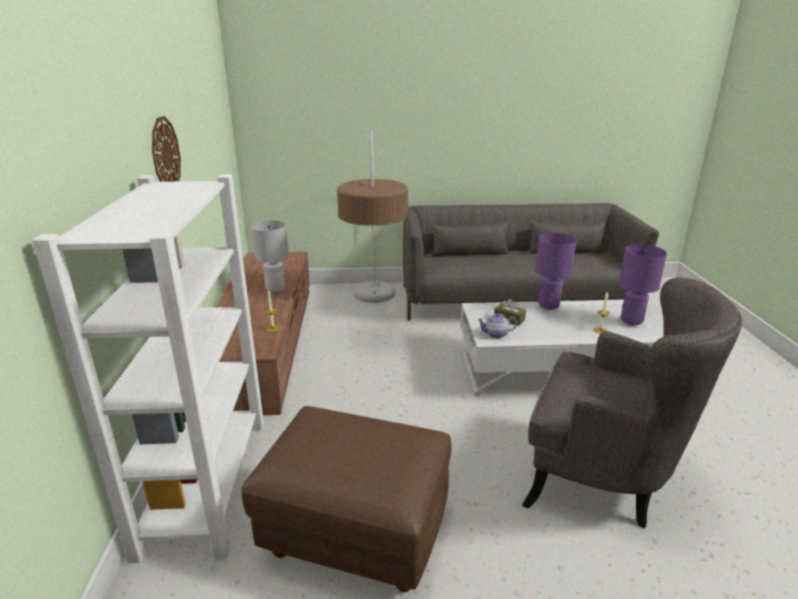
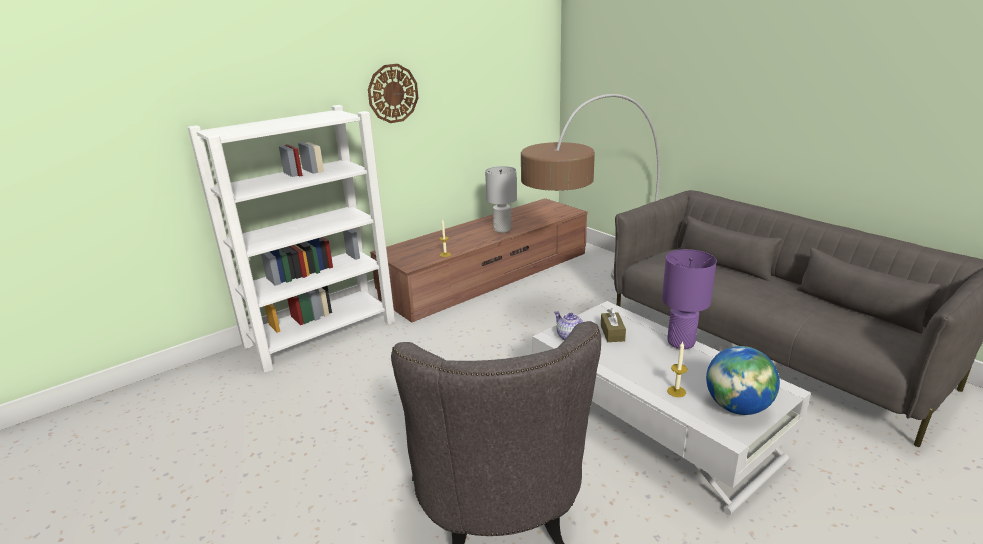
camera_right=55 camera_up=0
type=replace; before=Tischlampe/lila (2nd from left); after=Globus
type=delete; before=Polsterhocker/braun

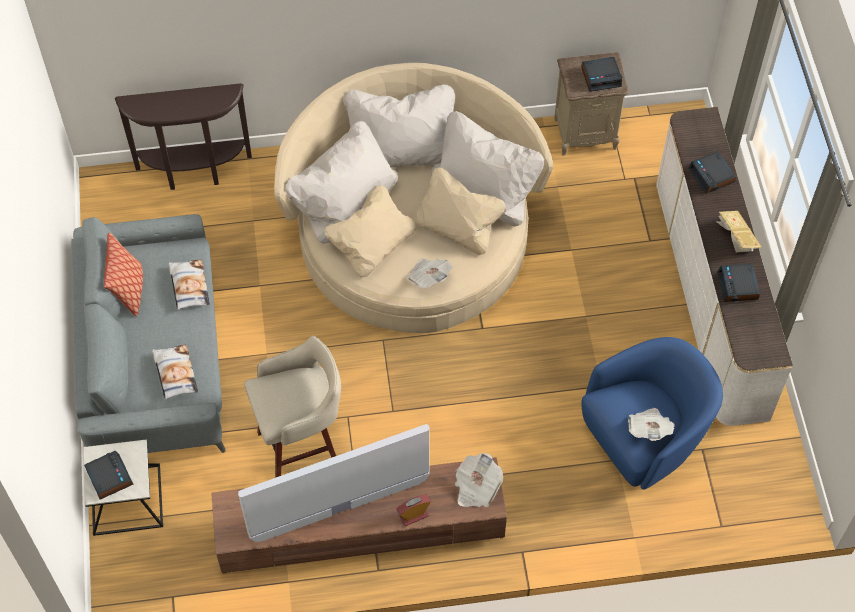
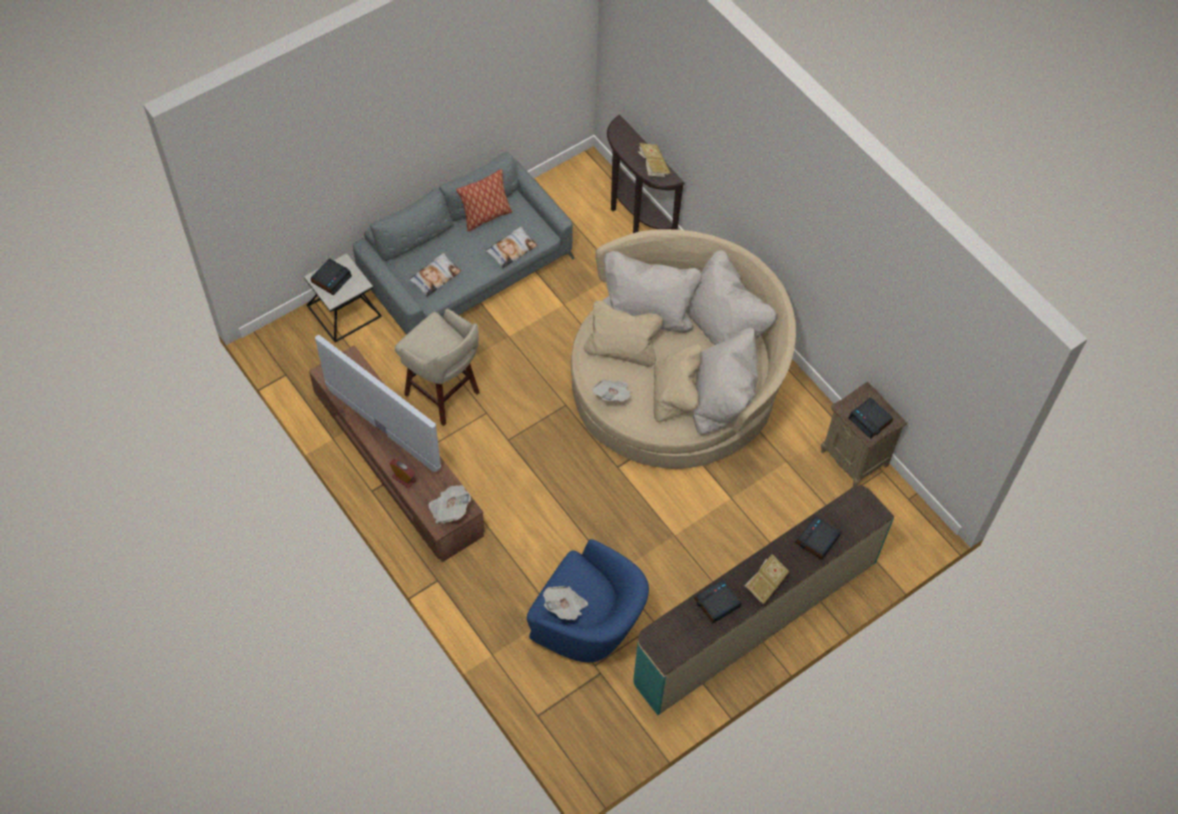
camera_right=60 camera_up=0
type=recolor; before=Schrank/weiß; after=Schrank/türkis
type=insert; after=Buch (1st from left)

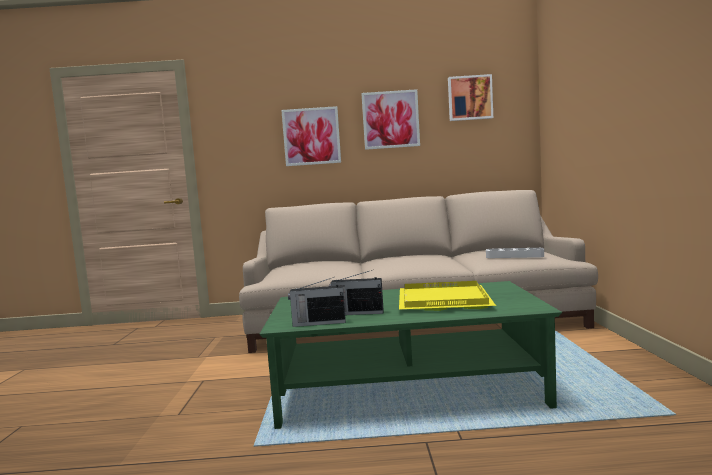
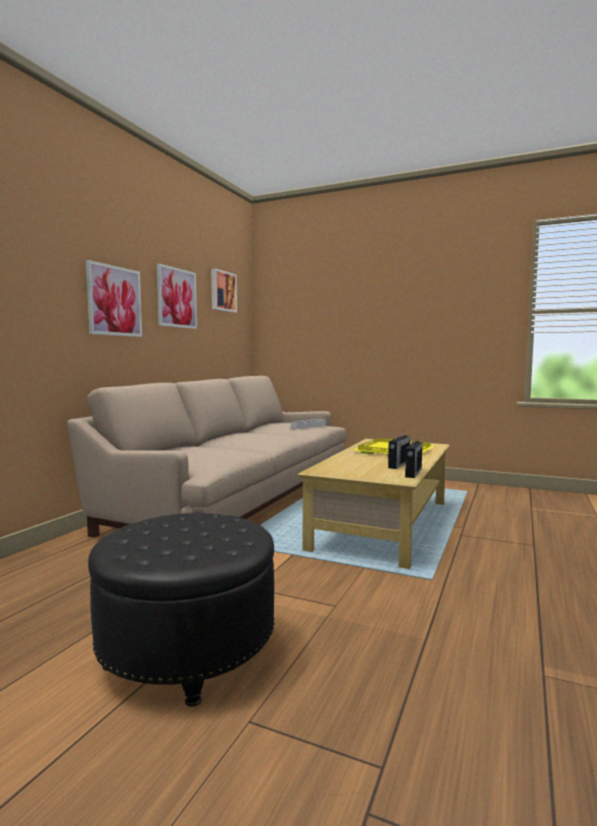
camera_right=-65 camera_up=0
type=recolor; before=Couchtisch/grün; after=Couchtisch/beige
type=insert; after=Polsterhocker/schwarz

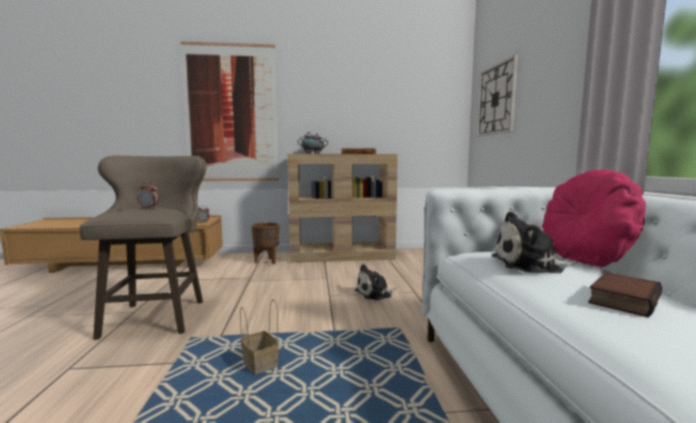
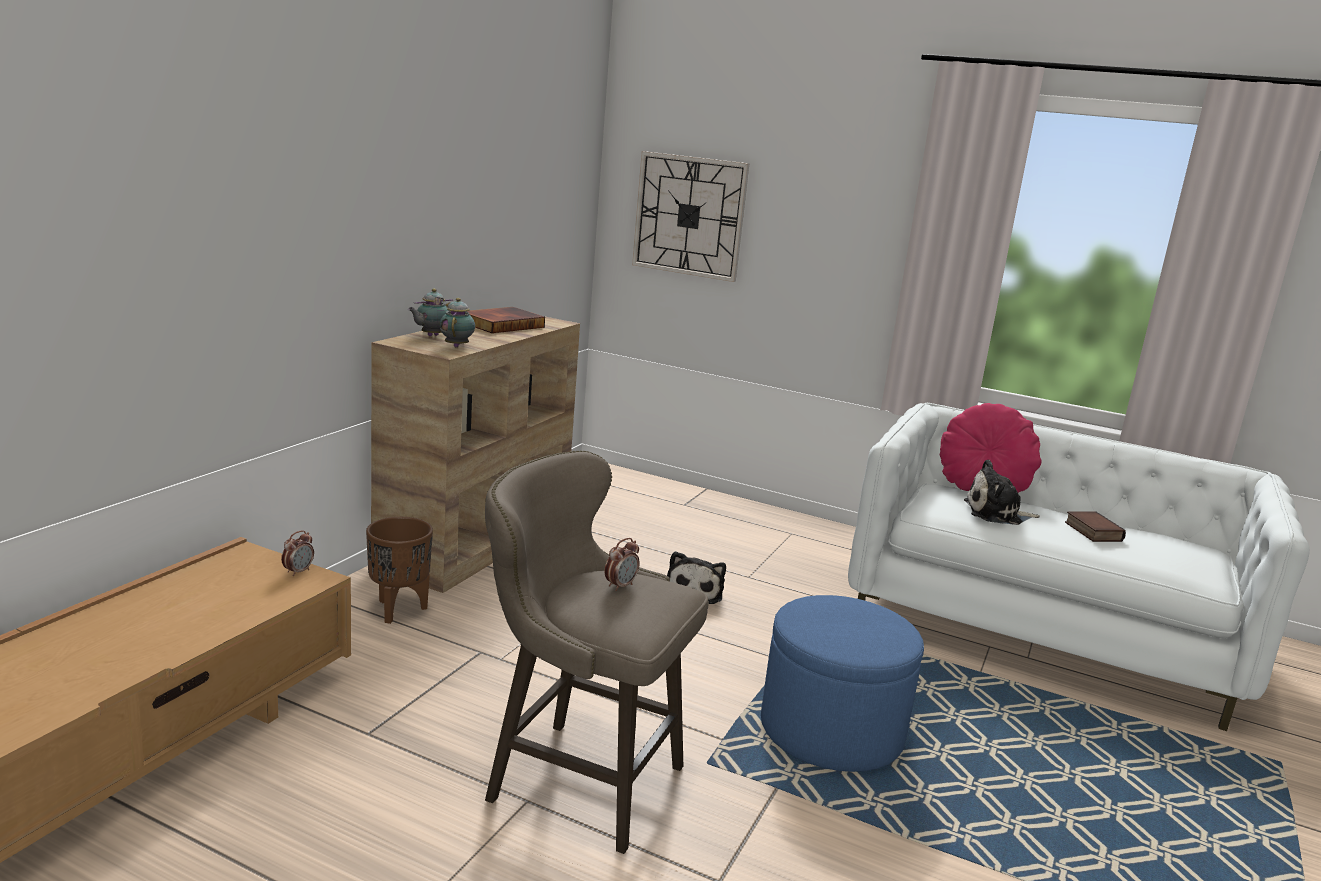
camera_right=-60 camera_up=10
type=delete; before=Bild
type=rotate; before=Plüschtier (2nd from left); turn=60
type=replace; before=Korb; after=Polsterhocker/blau

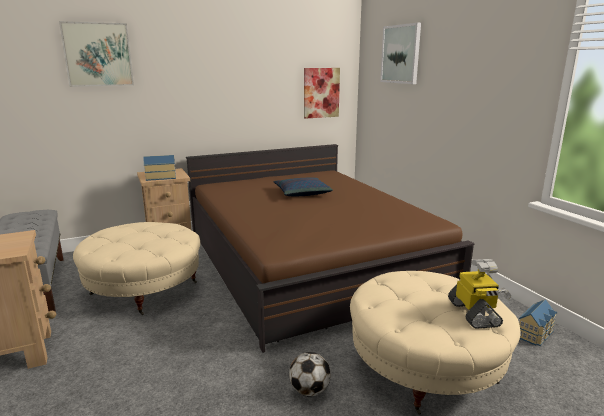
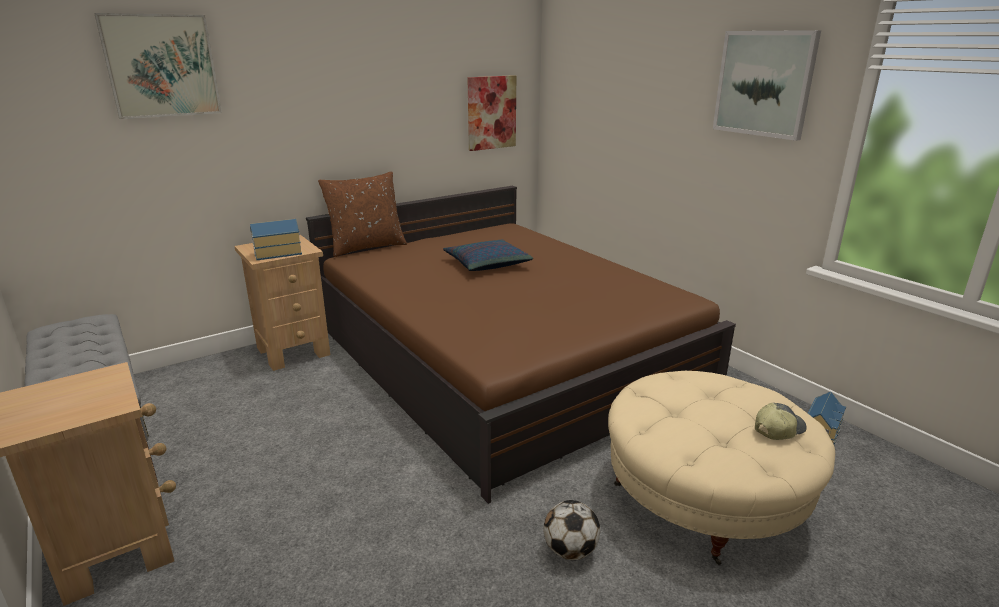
camera_right=-10 camera_up=5
type=move; before=Bild (3rd from left)
type=delete; before=Polsterhocker/beige (1st from left)
type=replace; before=Spielzeugroboter; after=Kappe
type=insert; after=Kissen/braun

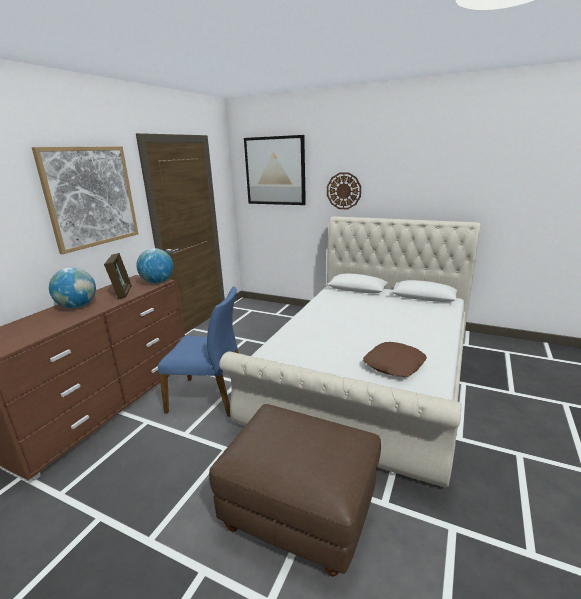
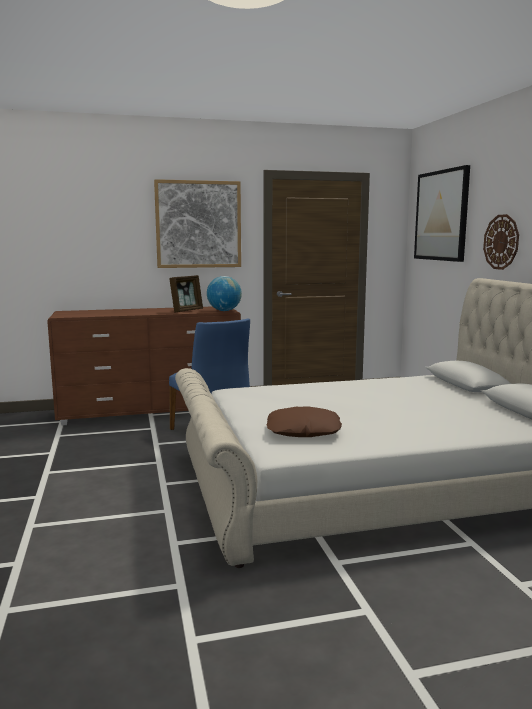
camera_right=50 camera_up=-10
type=delete; before=Globus (1st from left)
type=delete; before=Polsterhocker/braun

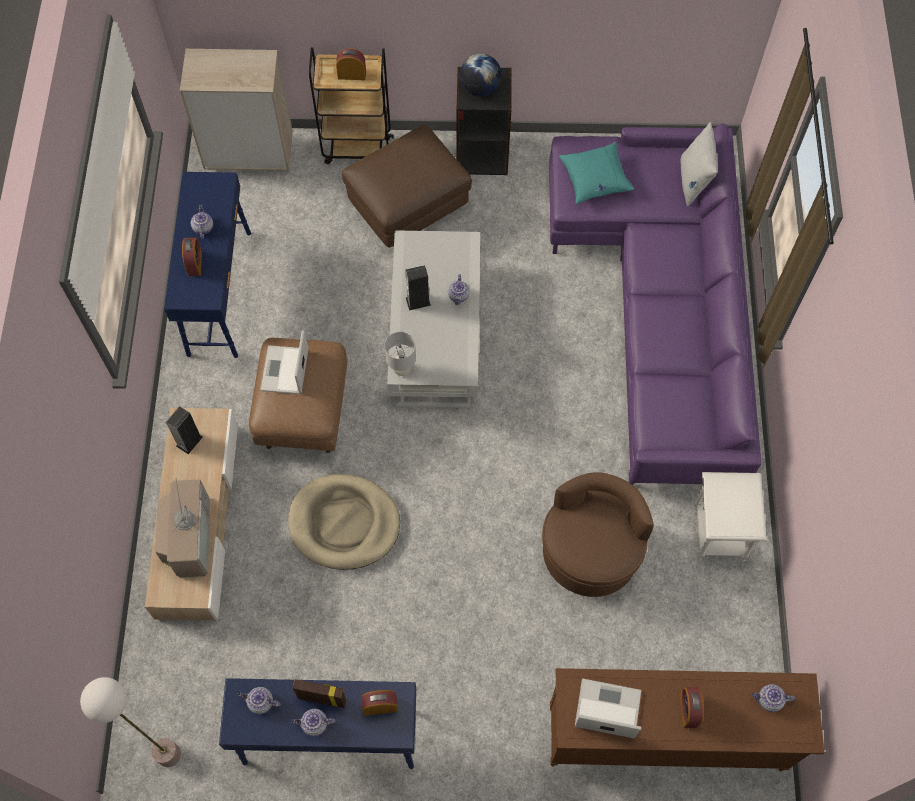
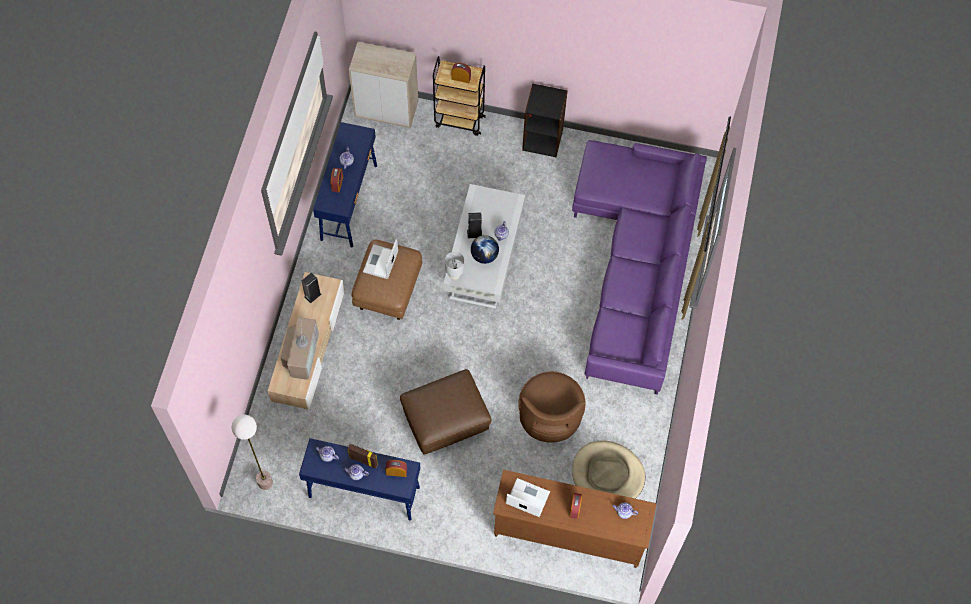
camera_right=10 camera_up=0
type=move; before=Globus
type=delete; before=Kissen/grau
type=move; before=Polsterhocker/braun (2nd from left)
type=delete; before=Kissen/türkis
type=rotate; before=Sessel/braun; turn=150
type=delete; before=Beistelltisch/weiß
type=move; before=Hundebett/beige

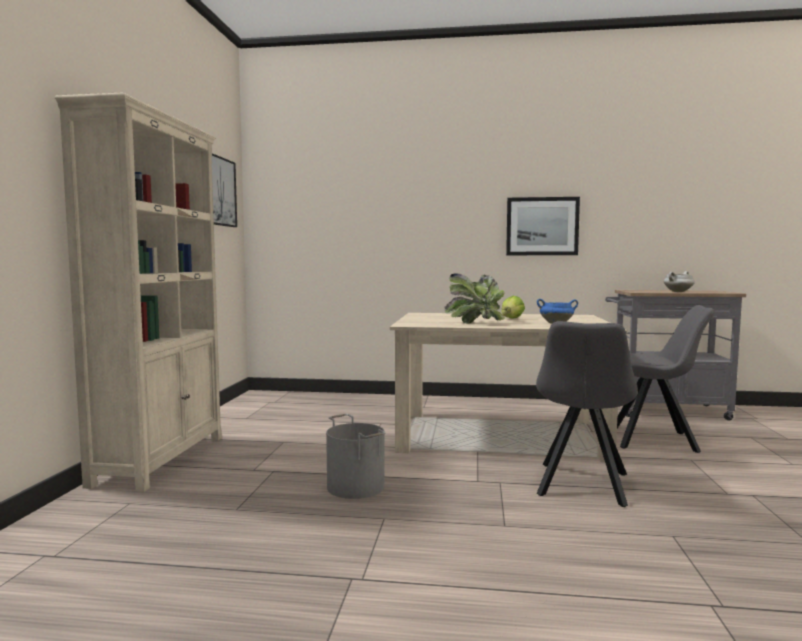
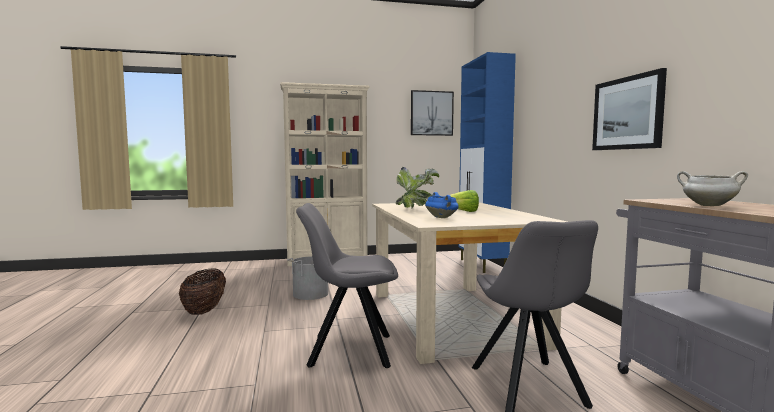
camera_right=70 camera_up=0
type=insert; after=Schrank/blau
type=insert; after=Korb

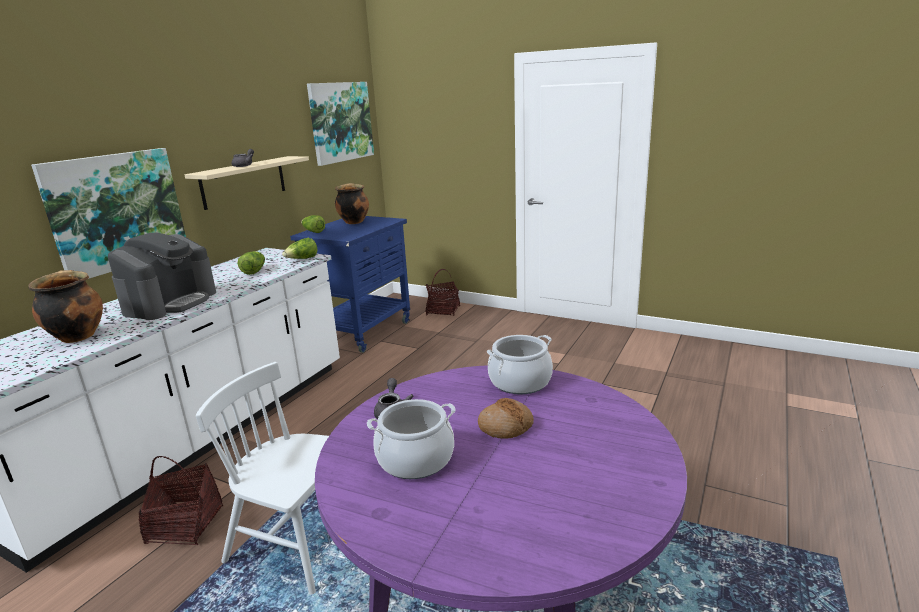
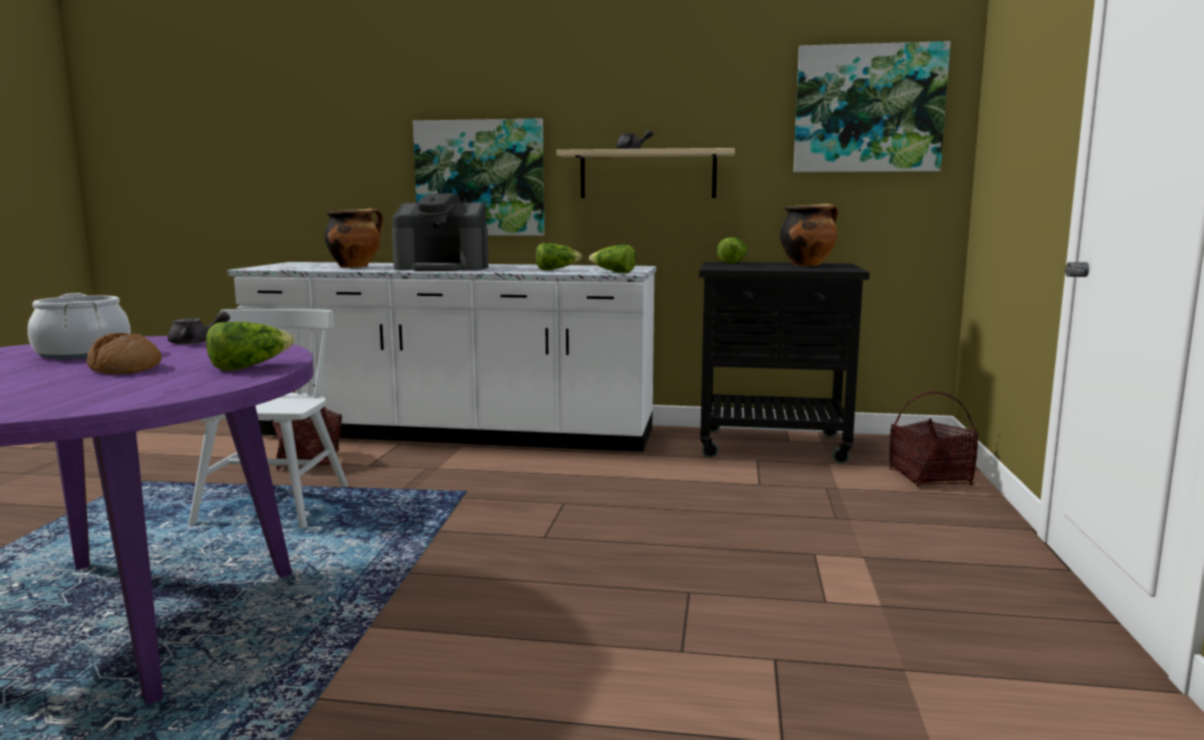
camera_right=70 camera_up=-10
type=recolor; before=Rollwagen/blau; after=Rollwagen/schwarz
type=replace; before=Kochtopf (4th from left); after=Salatkopf (1st from left)

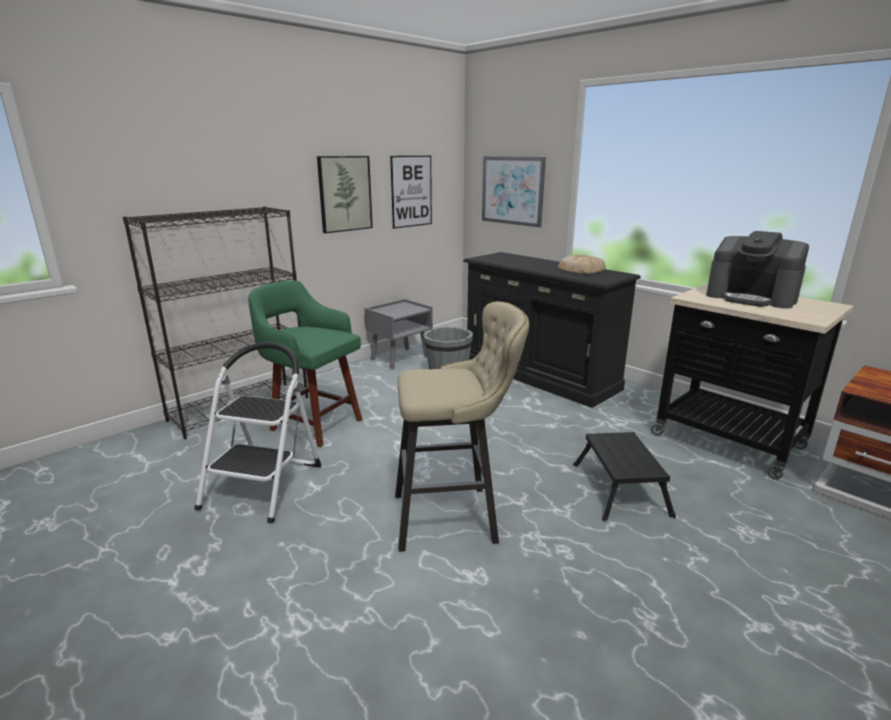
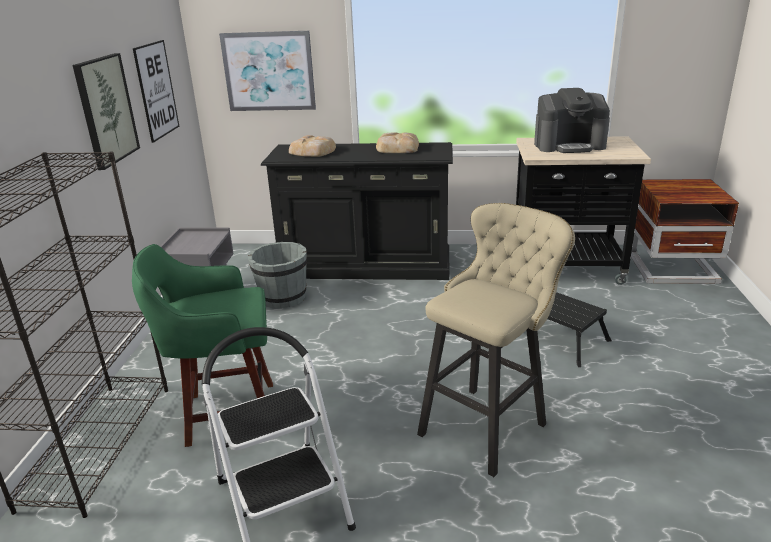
camera_right=-40 camera_up=5
type=insert; after=Brot (1st from left)

